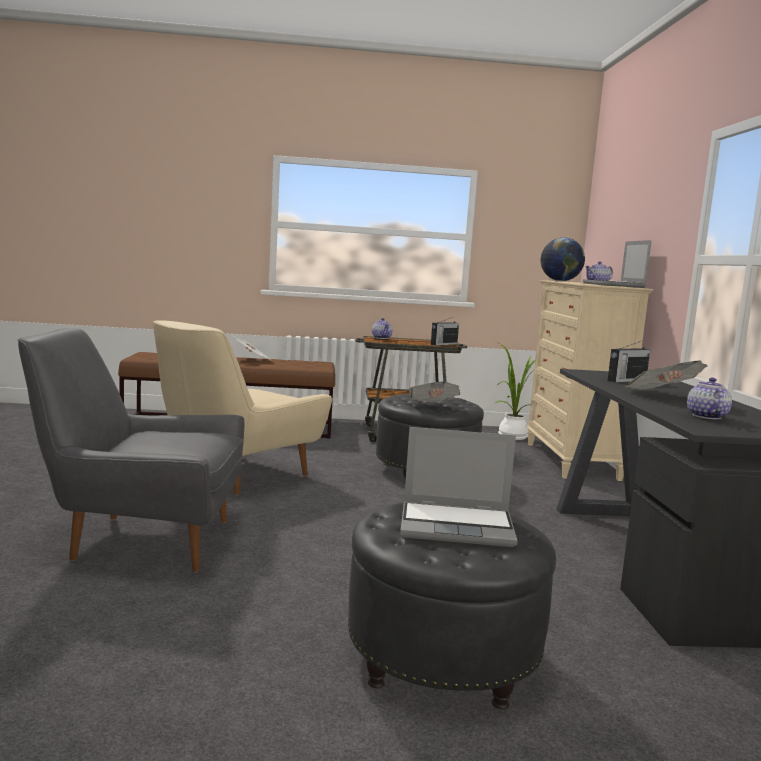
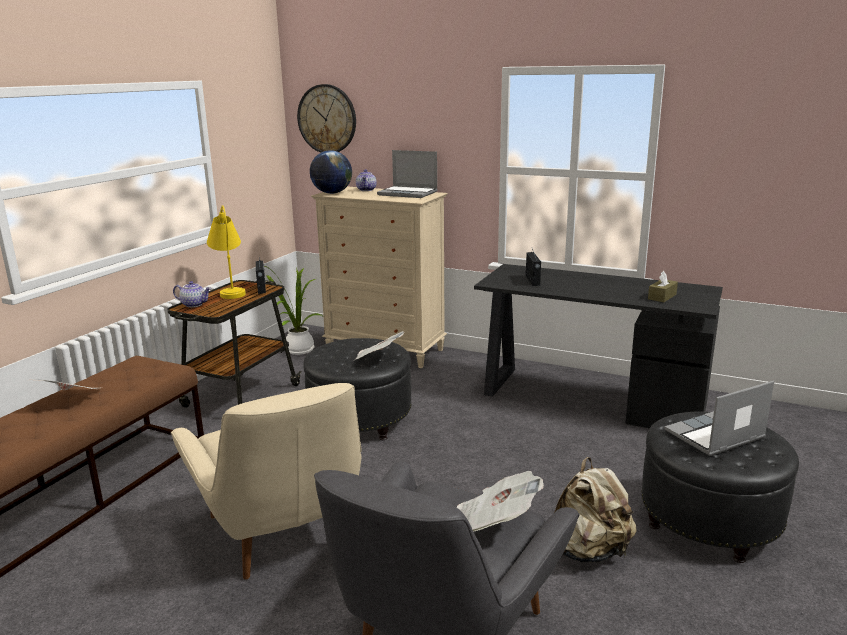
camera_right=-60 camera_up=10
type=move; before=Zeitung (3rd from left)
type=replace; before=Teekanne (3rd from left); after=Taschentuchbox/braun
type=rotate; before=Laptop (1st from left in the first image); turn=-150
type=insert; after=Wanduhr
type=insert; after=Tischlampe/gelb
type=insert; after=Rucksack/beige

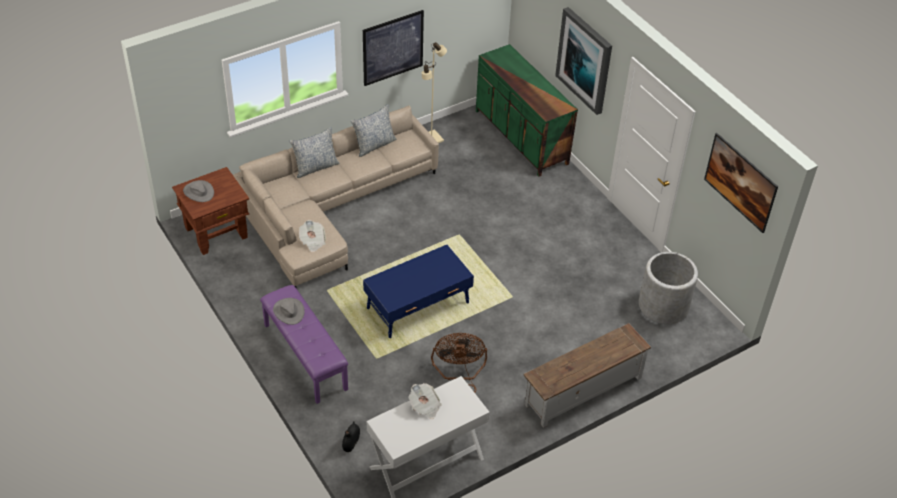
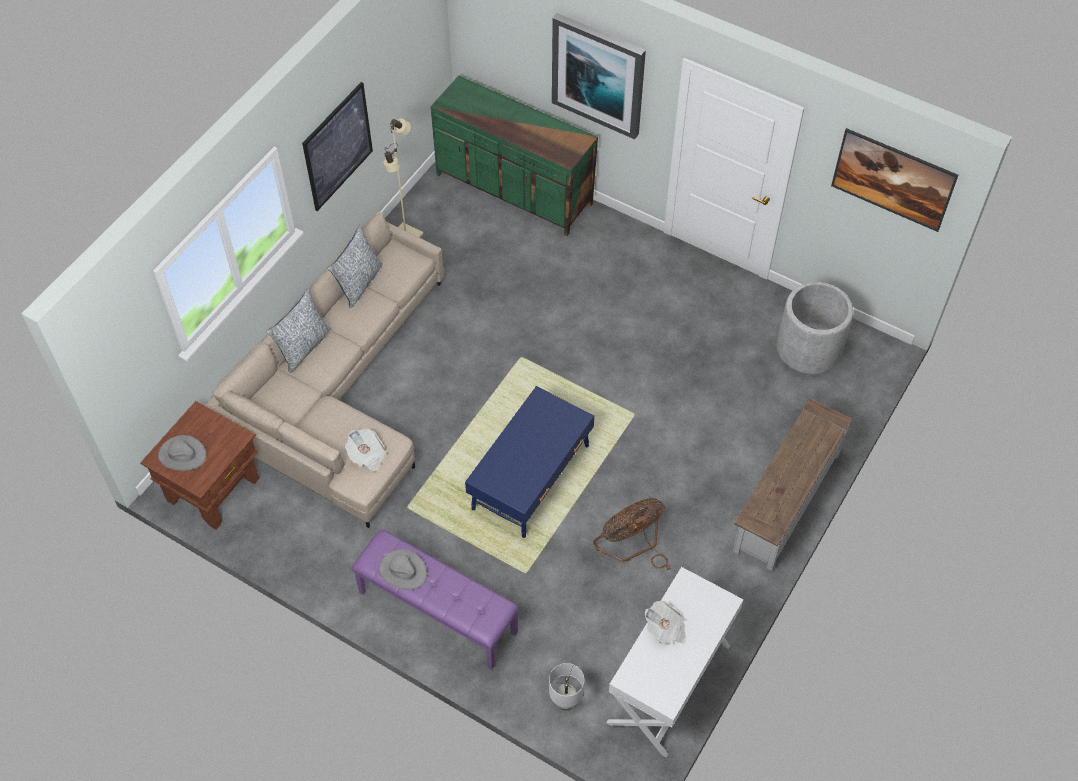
camera_right=-25 camera_up=10
type=replace; before=Vase/schwarz; after=Tischlampe/weiß

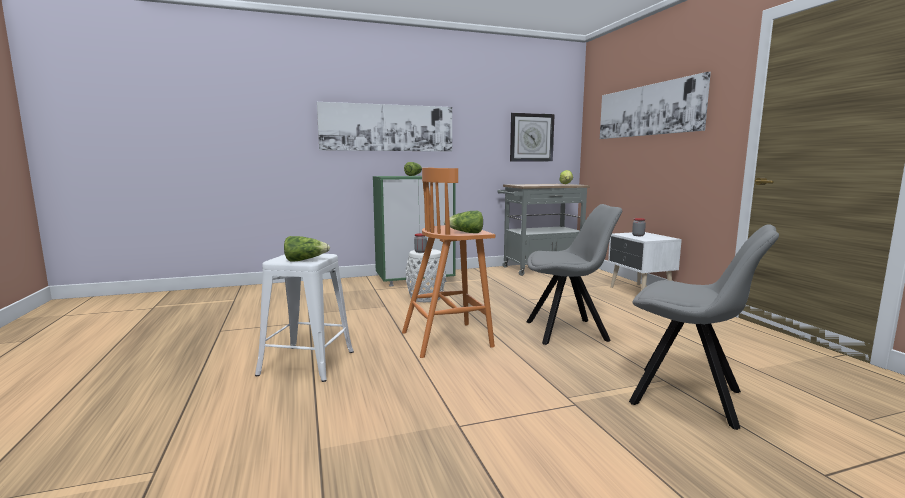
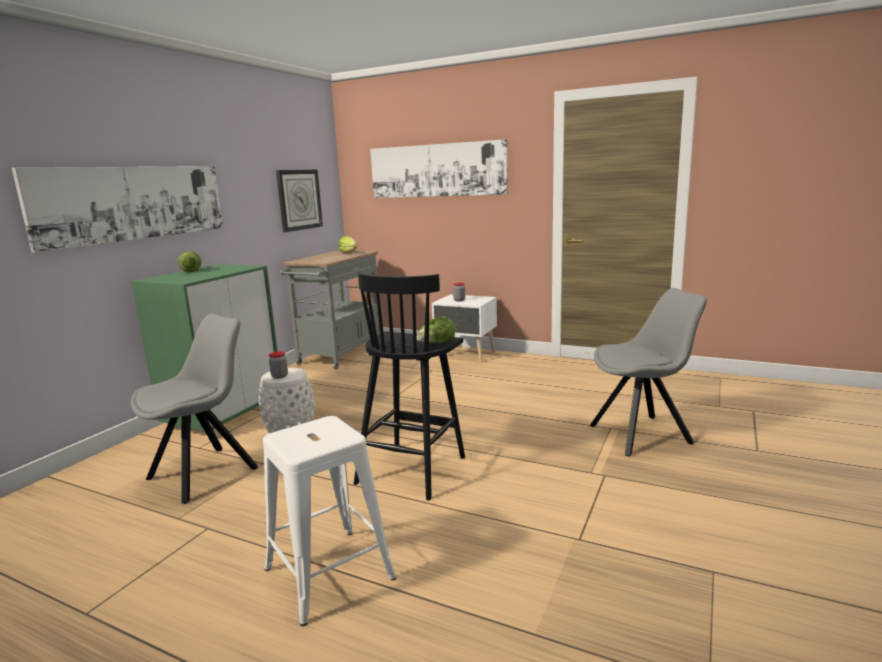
camera_right=-45 camera_up=5
type=recolor; before=Hocker/orange; after=Hocker/schwarz
type=move; before=Stuhl/grau (1st from left)
type=delete; before=Salatkopf (1st from left)

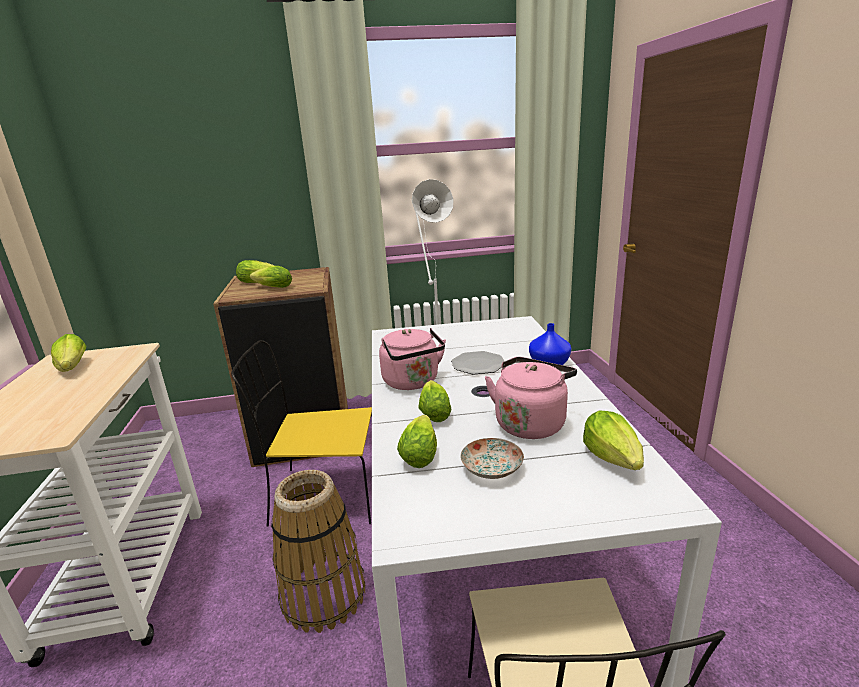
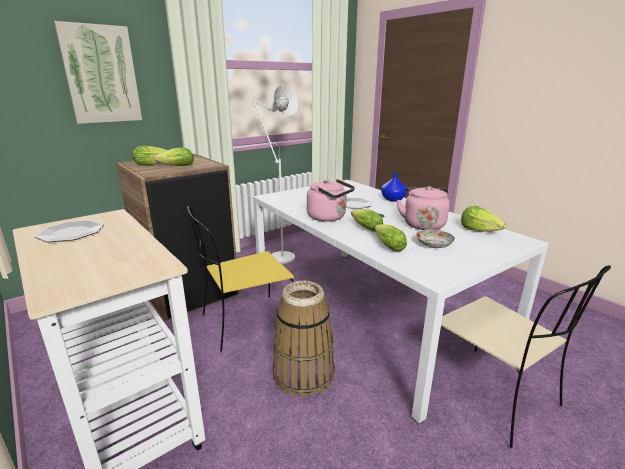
camera_right=-30 camera_up=0
type=replace; before=Salatkopf (1st from left); after=Teller (1st from left)
type=insert; after=Bild

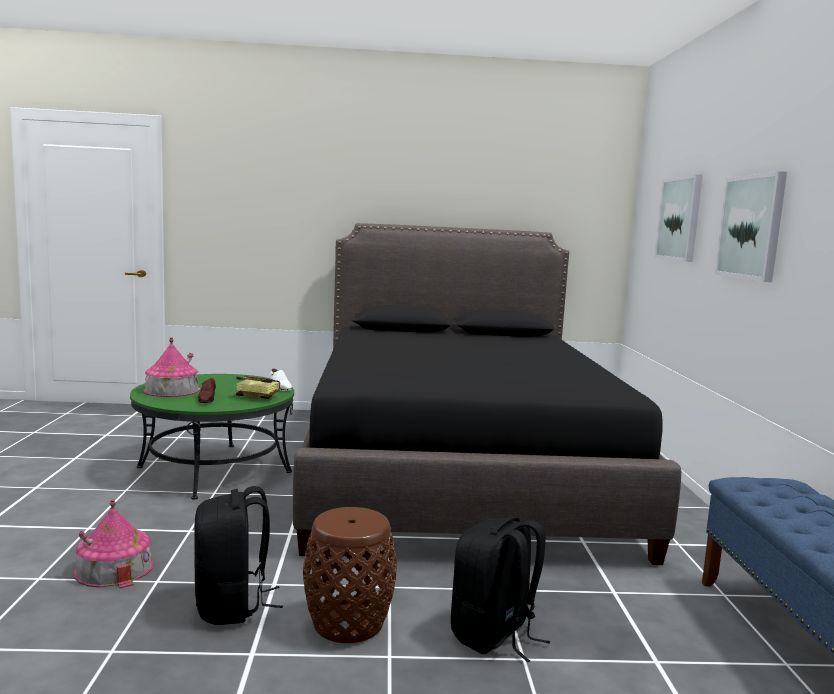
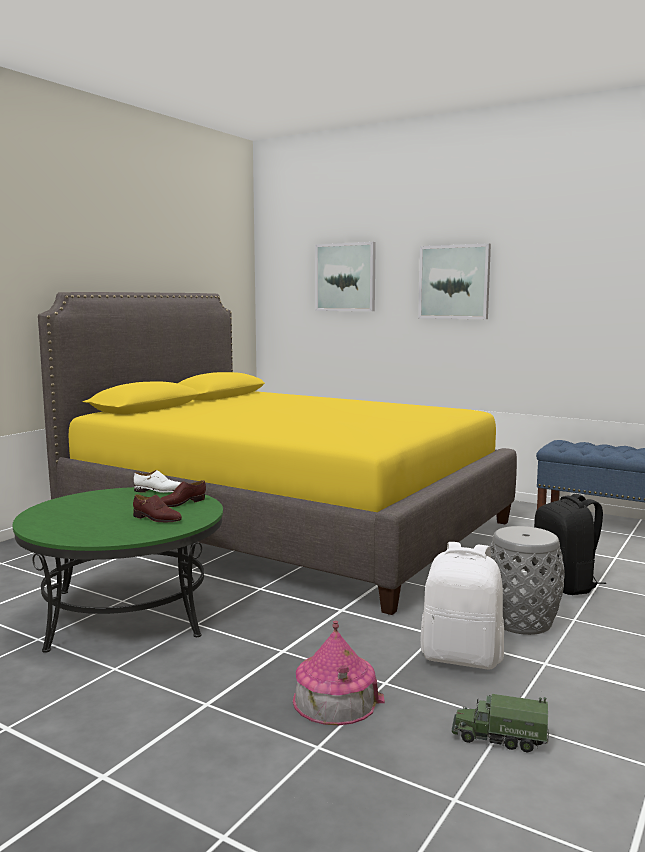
camera_right=-55 camera_up=0
type=recolor; before=Bett/schwarz; after=Bett/gelb
type=delete; before=Spielzeughaus (2nd from left)
type=replace; before=Buch; after=Schuh/braun (2nd from left)
type=recolor; before=Rucksack/schwarz (1st from left); after=Rucksack/weiß
type=recolor; before=Hocker/braun; after=Hocker/grau
type=insert; after=Spielzeuglaster

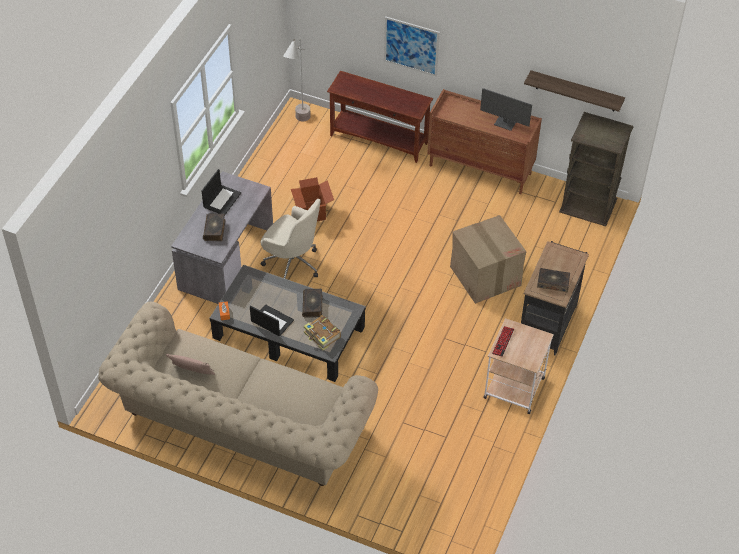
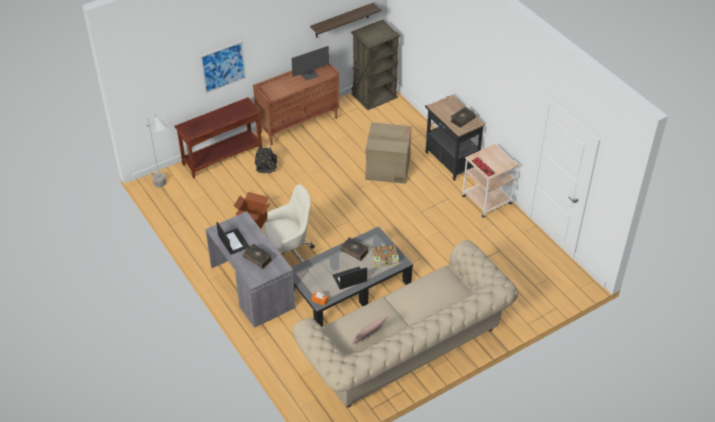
camera_right=-55 camera_up=-5
type=insert; after=Rucksack/schwarz

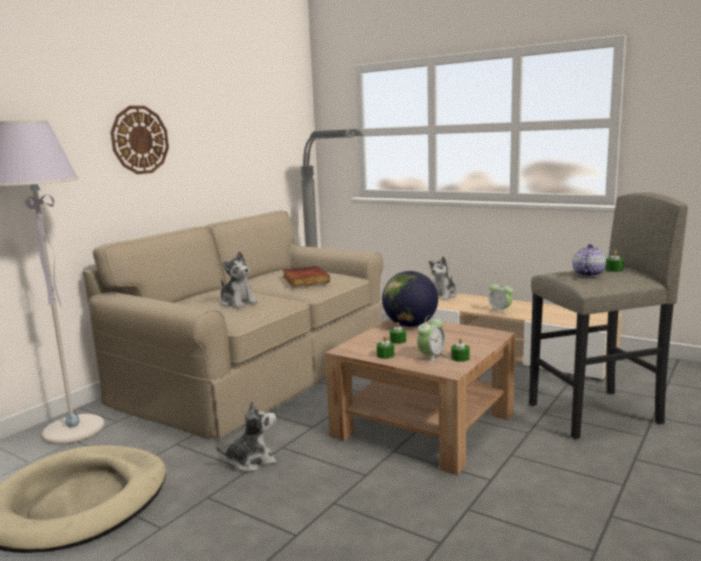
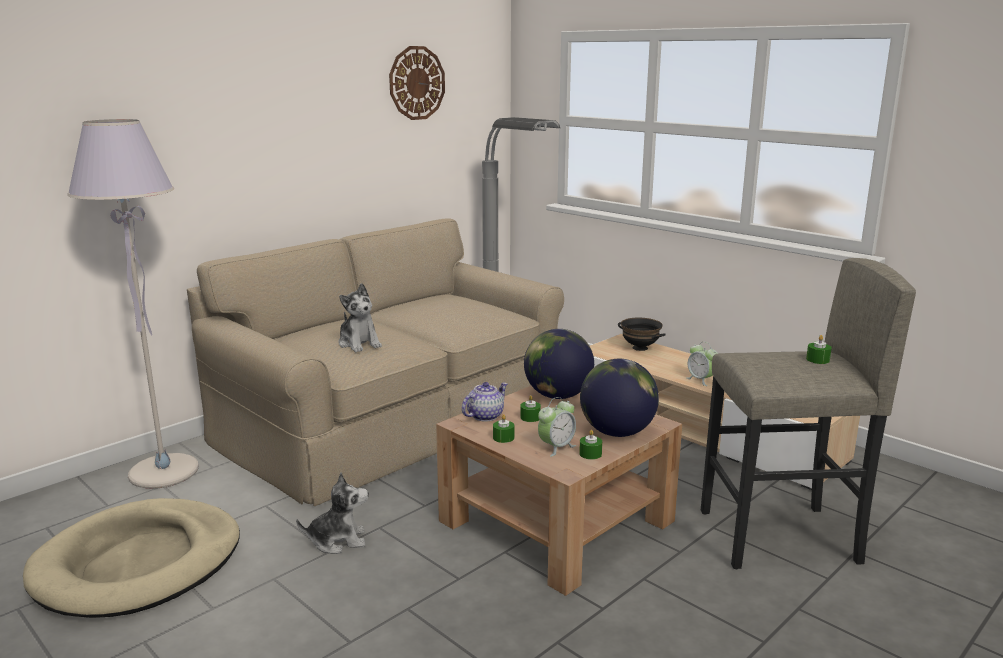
camera_right=10 camera_up=5
type=move; before=Wanduhr
type=move; before=Teekanne
type=replace; before=Plüschtier (3rd from left); after=Schüssel/schwarz
type=delete; before=Buch
type=insert; after=Globus (2nd from left)

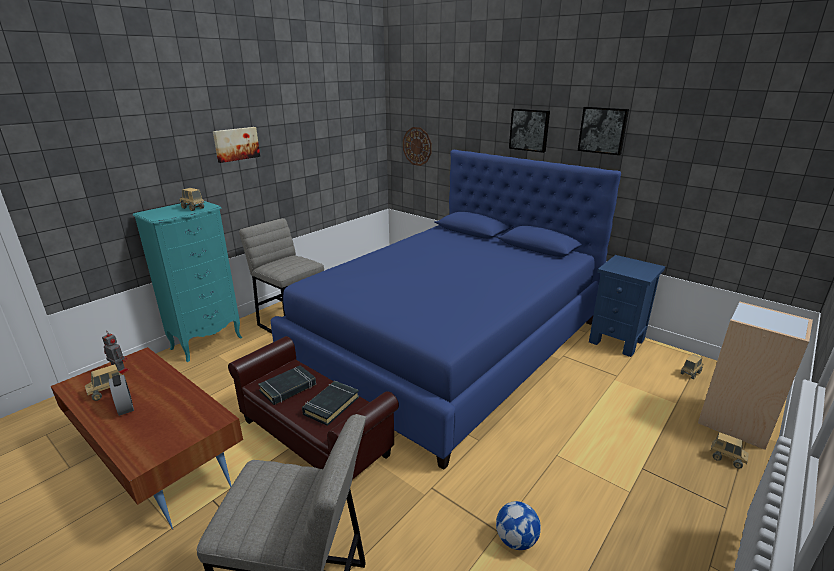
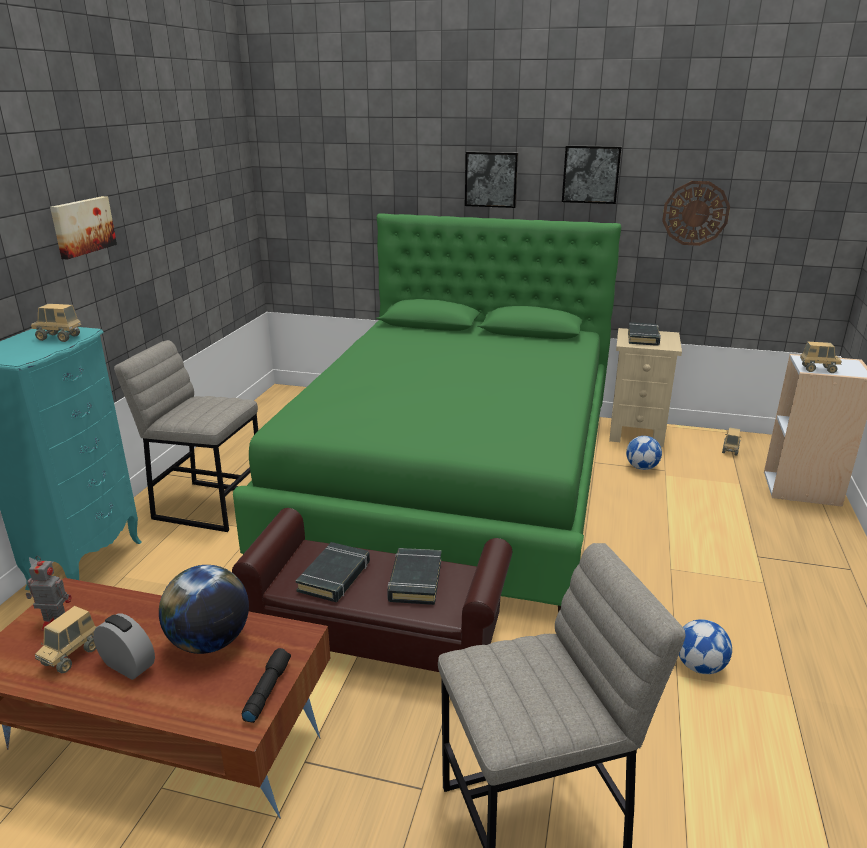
camera_right=-25 camera_up=0
type=move; before=Wanduhr
type=recolor; before=Bett/blau; after=Bett/grün
type=recolor; before=Nachttisch/blau; after=Nachttisch/beige
type=move; before=Spielzeuglaster (4th from left)
type=insert; after=Buch/schwarz (3rd from left)
type=insert; after=Fußball (1st from left)
type=insert; after=Globus
type=insert; after=Taschenlampe/schwarz

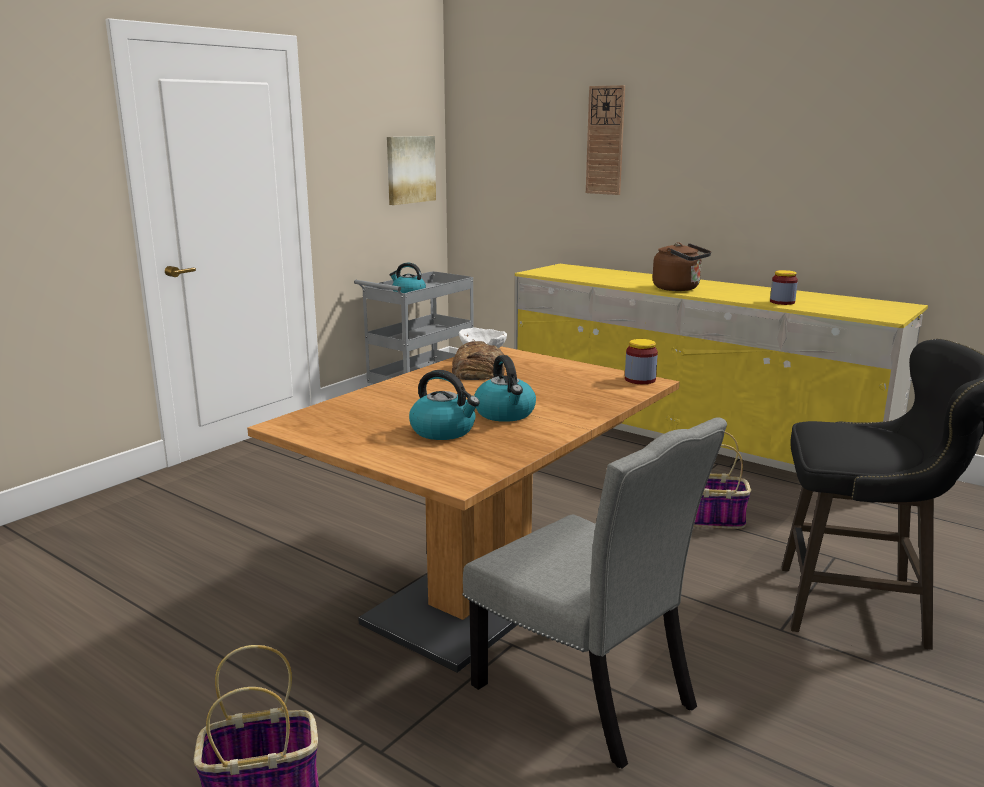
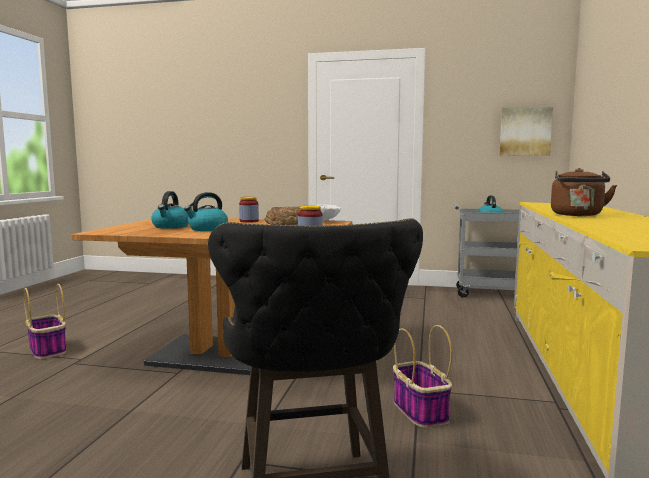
camera_right=65 camera_up=-10
type=delete; before=Wanduhr
type=move; before=Vorratsglas (2nd from left in the first image); after=Vorratsglas (1st from left)
type=delete; before=Stuhl/grau

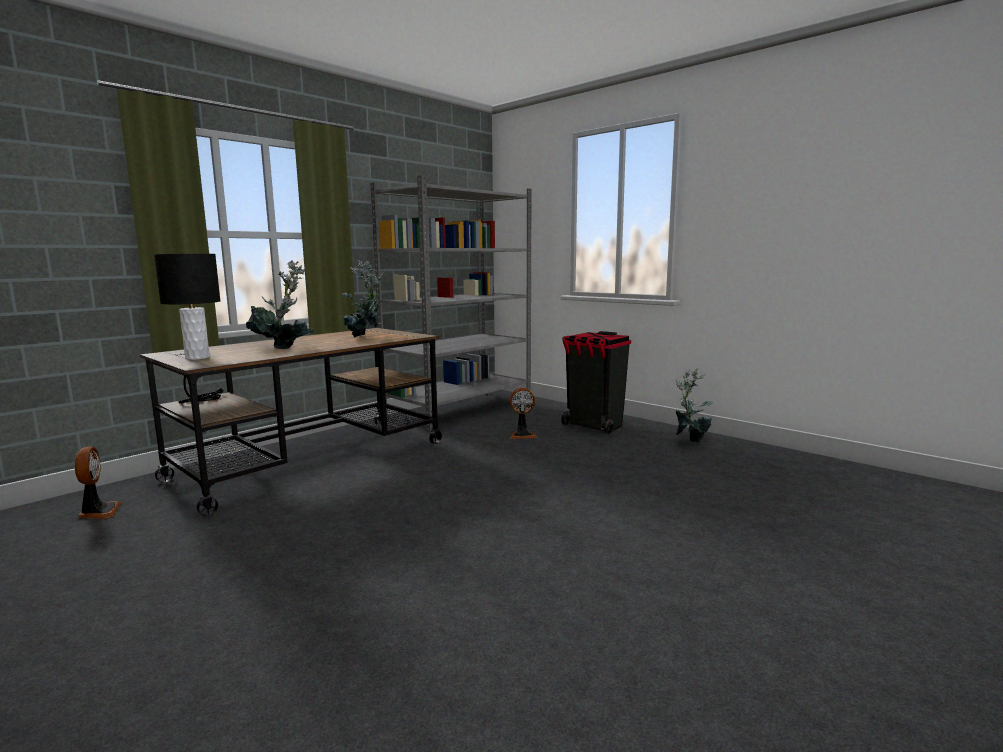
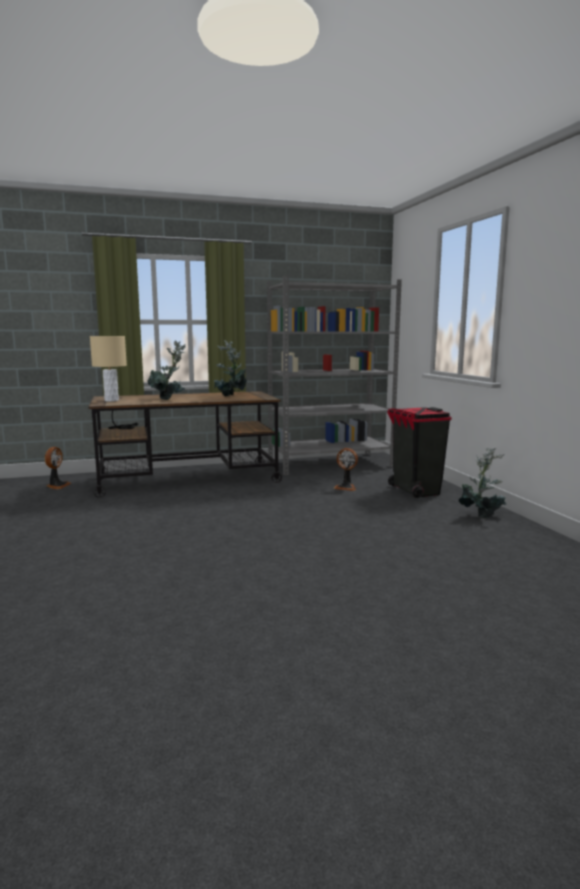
camera_right=30 camera_up=0
type=recolor; before=Tischlampe/schwarz; after=Tischlampe/beige

